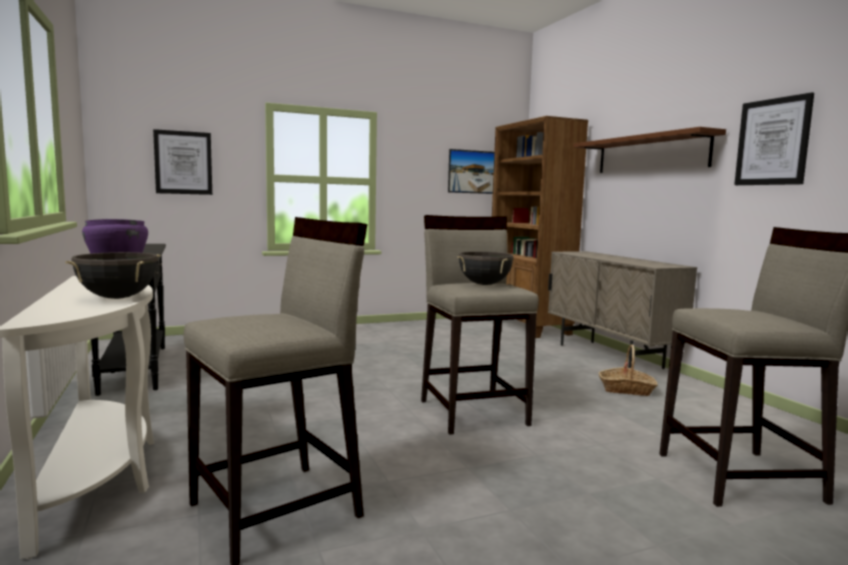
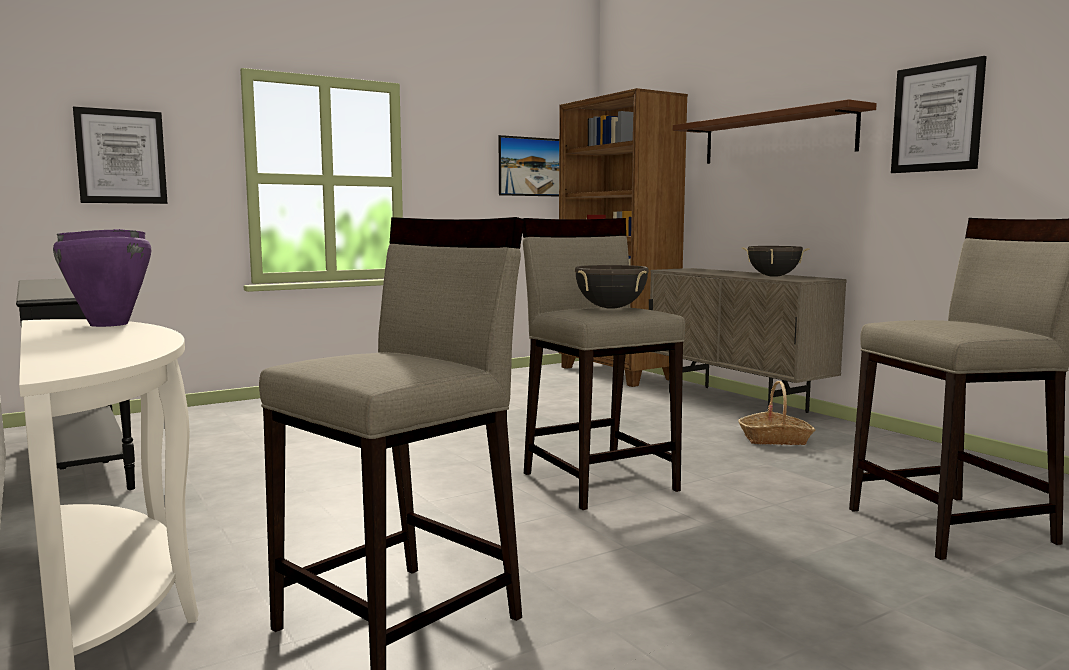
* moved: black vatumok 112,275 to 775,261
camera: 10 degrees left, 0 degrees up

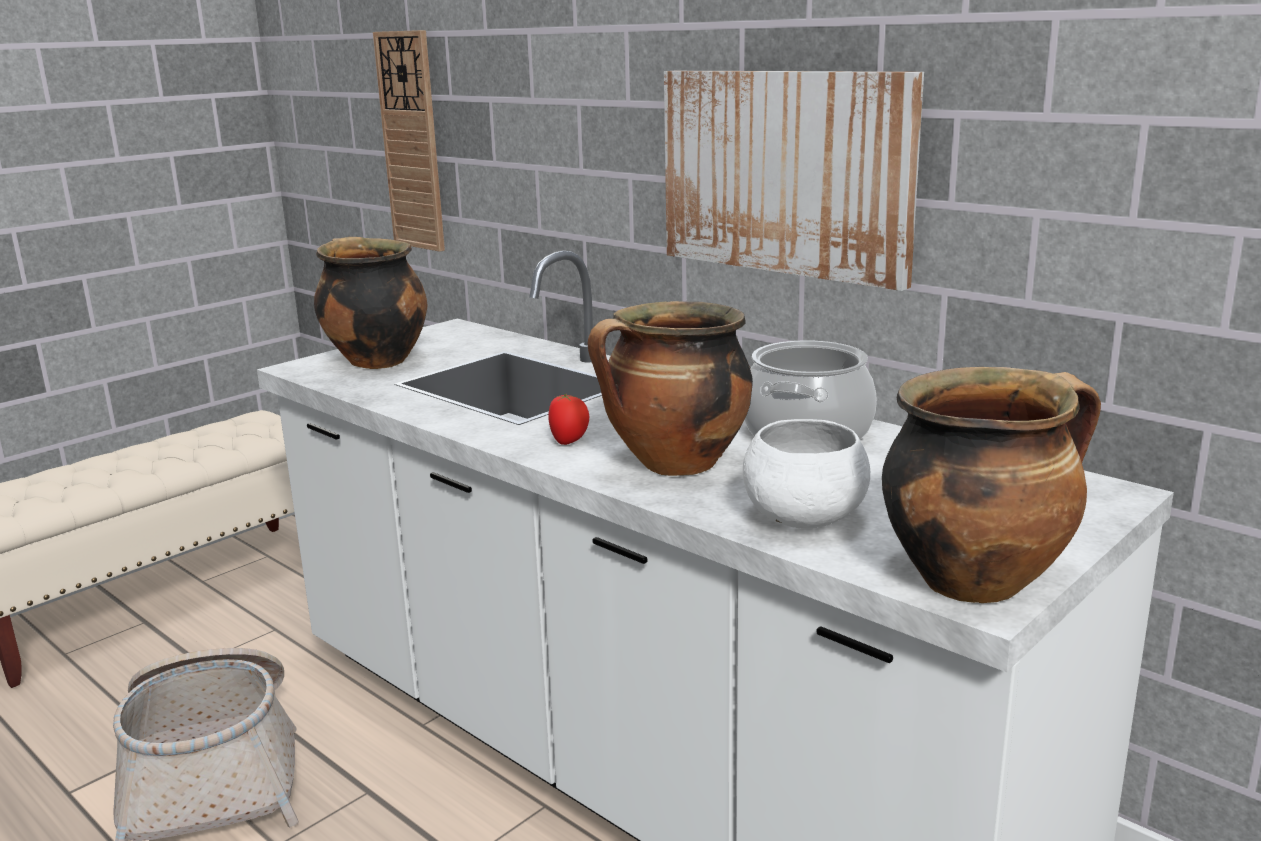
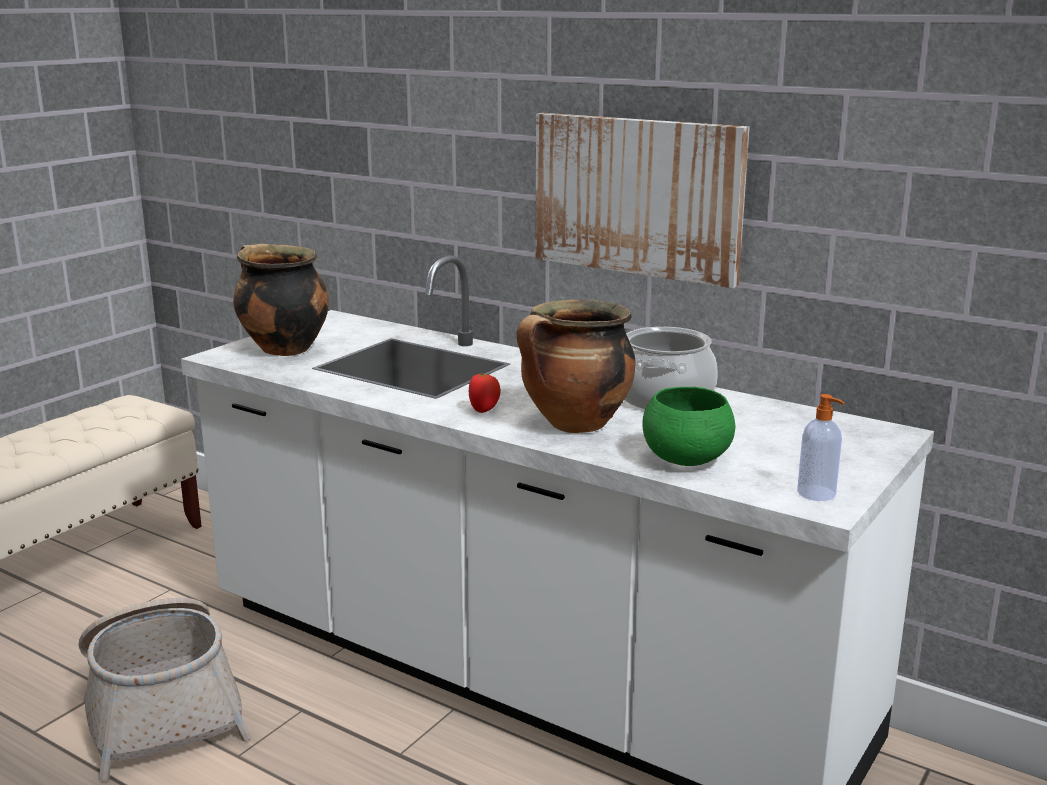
* recoloured: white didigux 806,474 to green didigux 688,426
* replaced: vatumok 991,485 to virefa 821,447
* removed: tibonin 409,141
camera: 10 degrees left, 0 degrees up

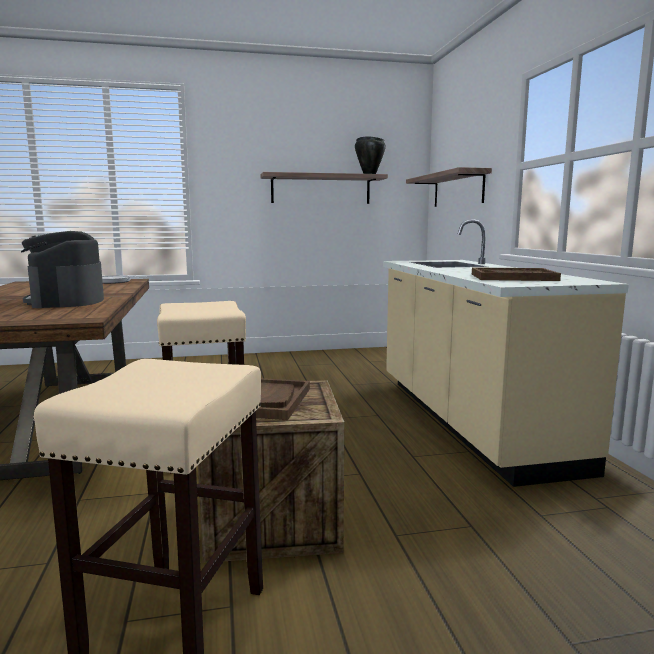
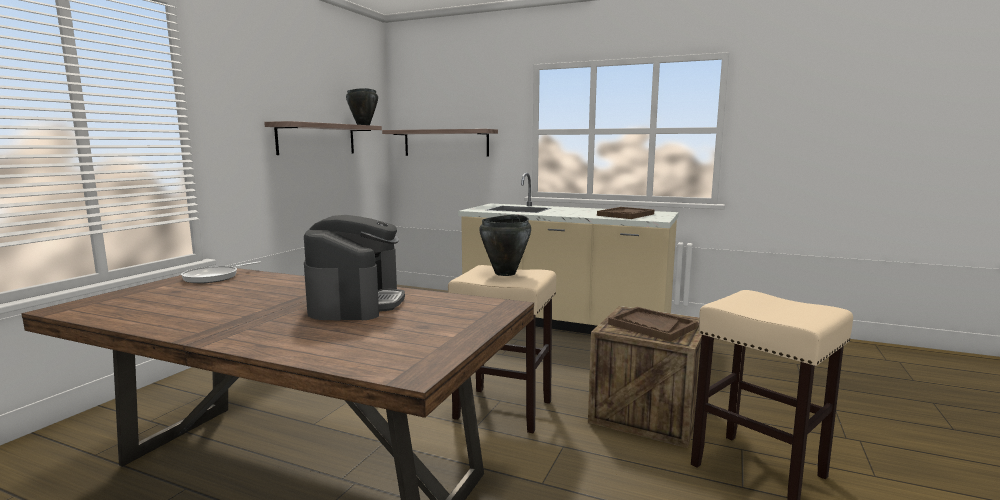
* turned: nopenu 62,269 = 354,267 105 degrees counterclockwise
* added: black vatumok 505,245
camera: 55 degrees left, 0 degrees up

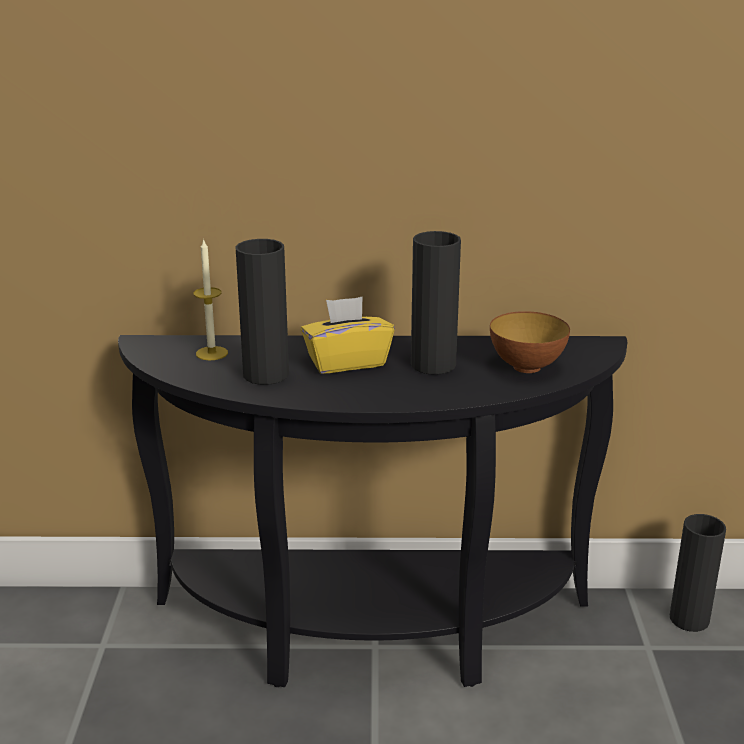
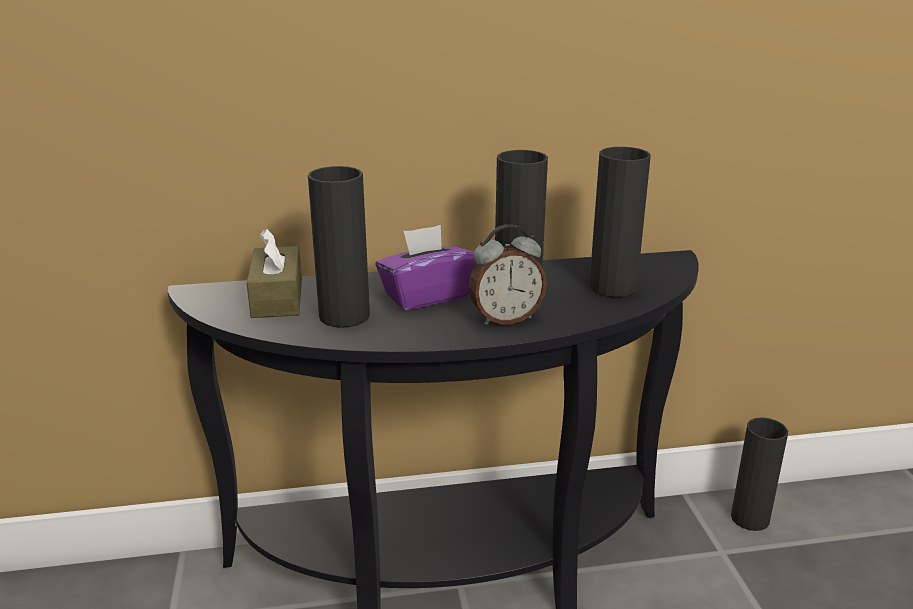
* replaced: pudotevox 211,299 to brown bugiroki 274,273
* recoloured: yellow bugiroki 348,335 to purple bugiroki 425,267
* added: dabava 508,274
* replaced: didigux 530,342 to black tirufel 620,222
camera: 10 degrees left, 0 degrees up

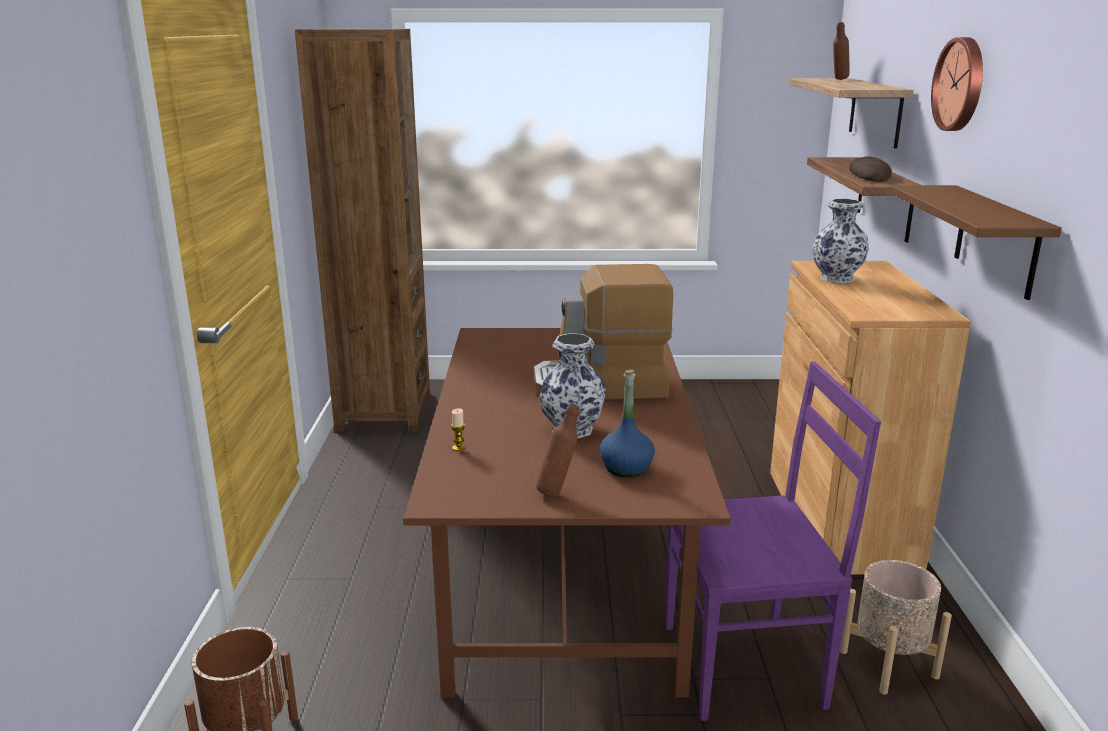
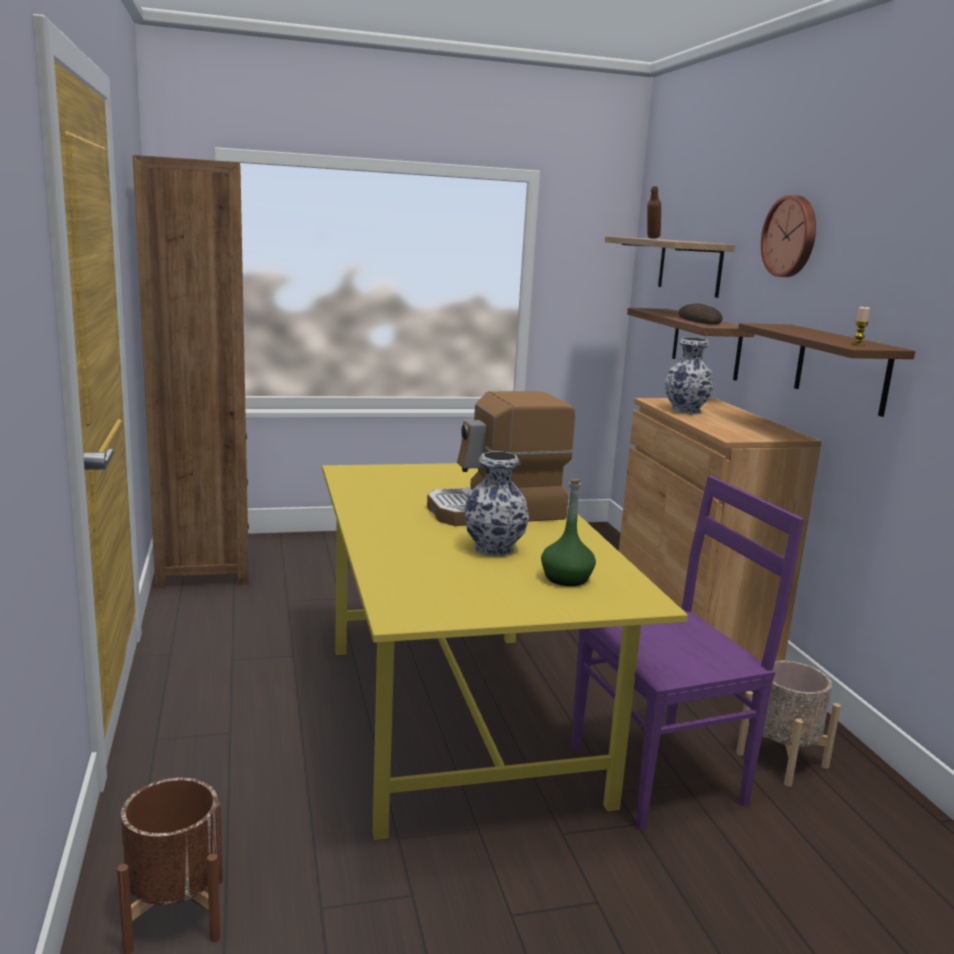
* recoloured: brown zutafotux 567,513 to yellow zutafotux 505,651
* recoloured: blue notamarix 627,423 to green notamarix 568,532
* moved: pudotevox 458,429 to 861,326
* removed: brown notamarix 558,450
camera: 15 degrees left, 5 degrees down

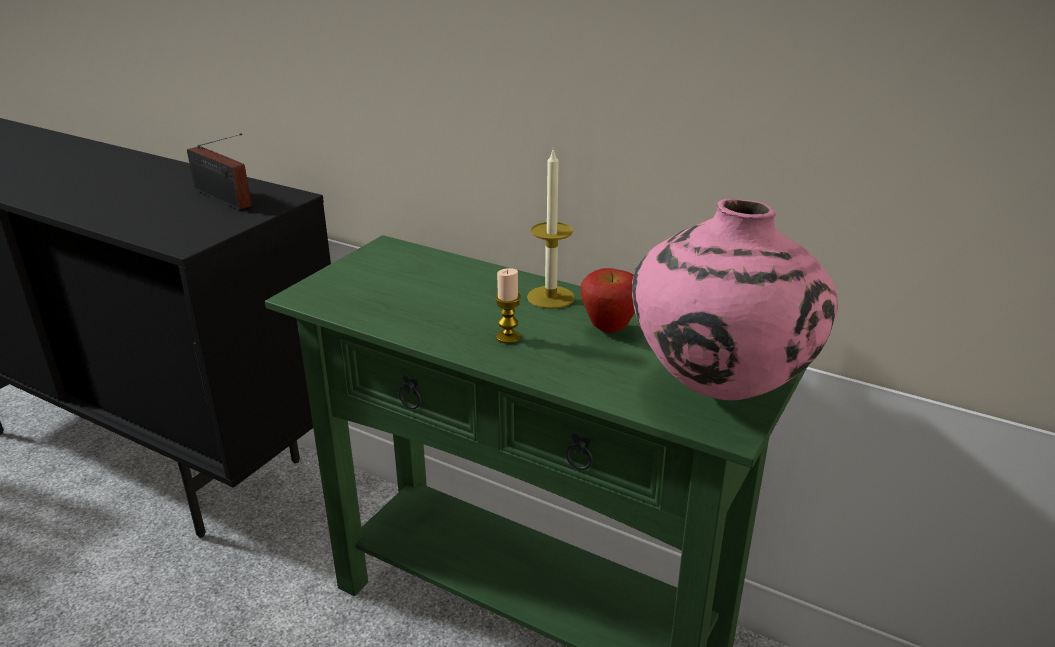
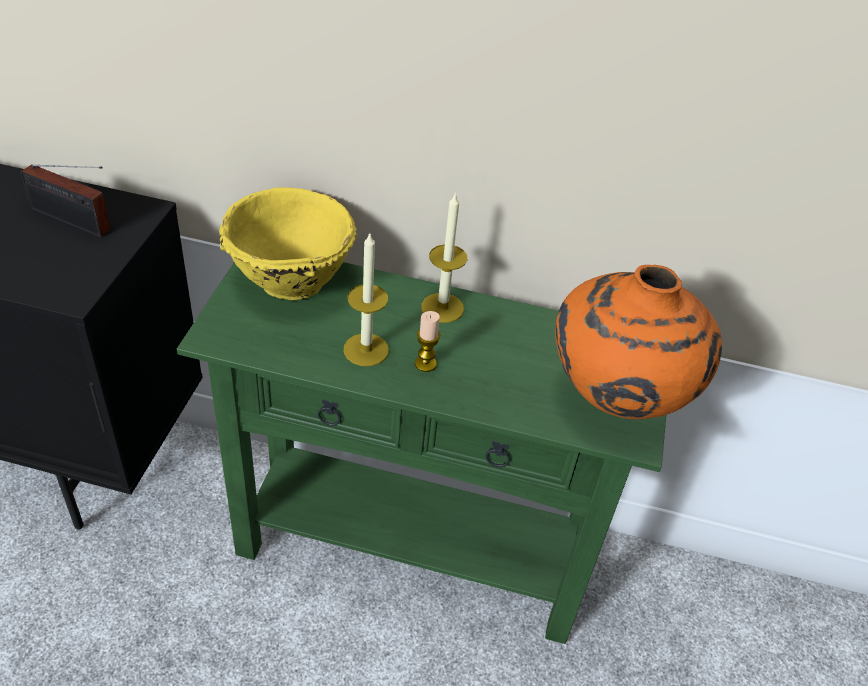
* added: yellow didigux 288,243
* added: pudotevox 366,300
* recoloured: pink tirufel 735,300 to orange tirufel 638,342
* removed: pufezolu 608,300
camera: 20 degrees left, 15 degrees up

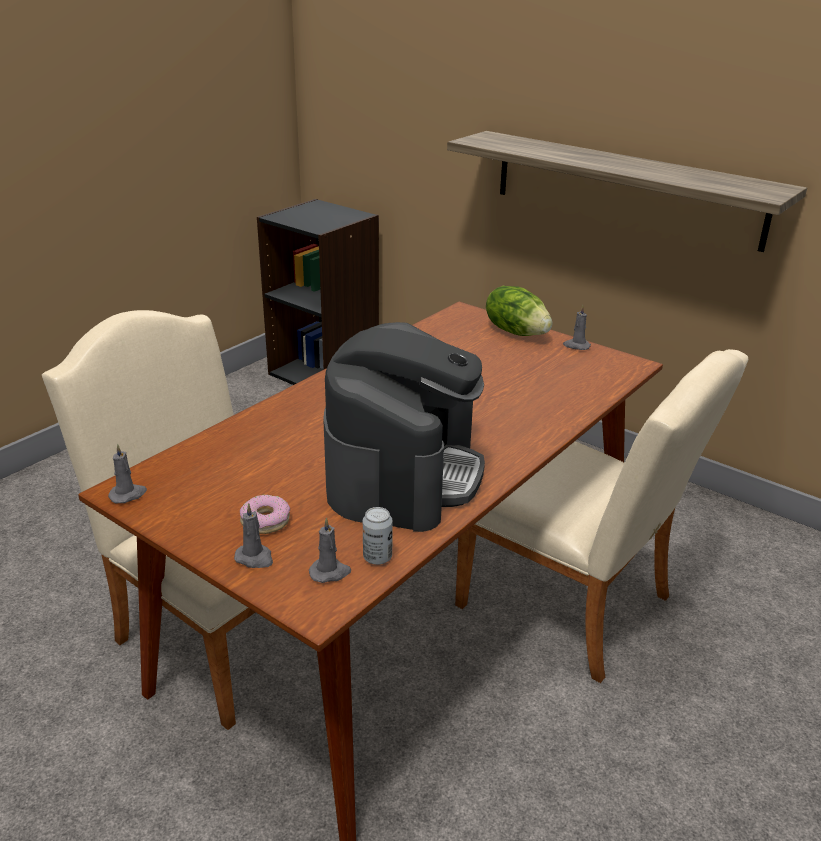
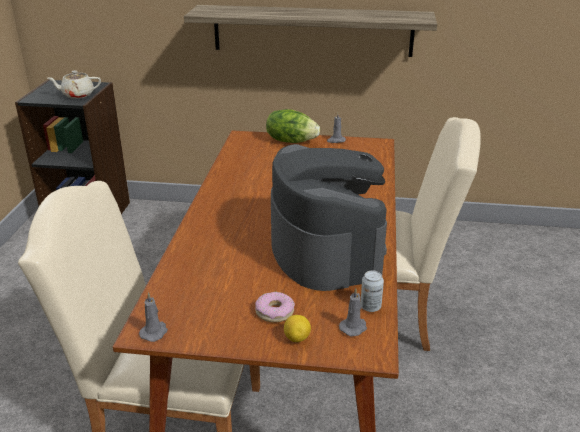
* added: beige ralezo 74,84
* replaced: grey pudotevox 253,535 to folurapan 297,328
camera: 30 degrees left, 0 degrees up

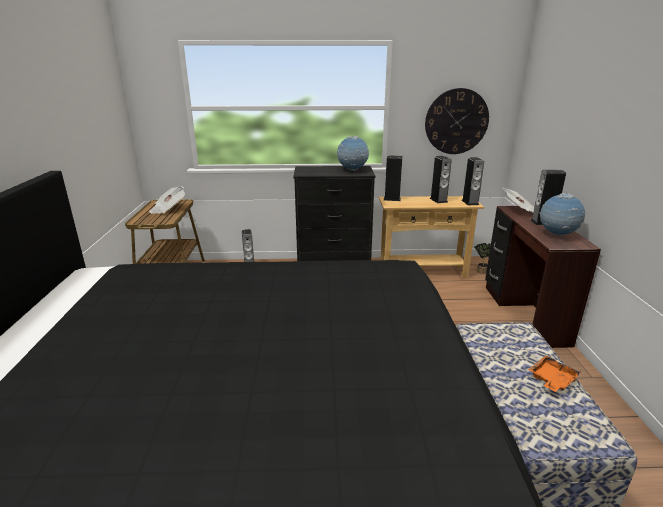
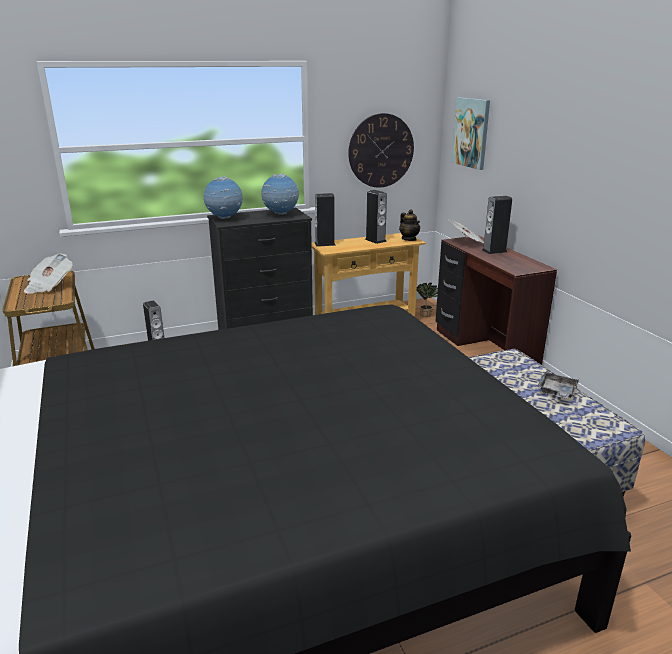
* moved: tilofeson 562,214 to 223,197
* replaced: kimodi 473,181 to ralezo 409,225
* added: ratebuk 470,133
* recoloured: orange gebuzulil 554,374 to grey gebuzulil 558,385
camera: 20 degrees left, 0 degrees up

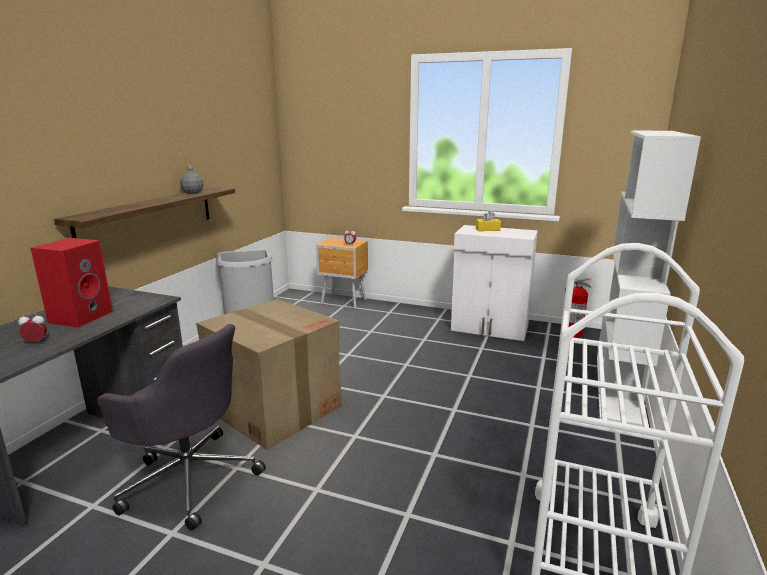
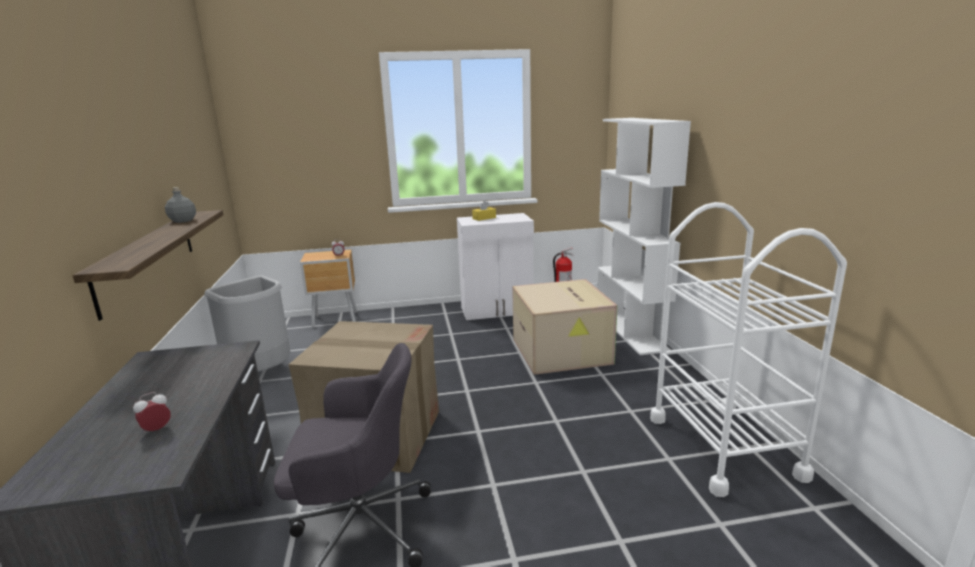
* added: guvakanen 565,327
* removed: red kimodi 72,283
camera: 30 degrees left, 0 degrees up

